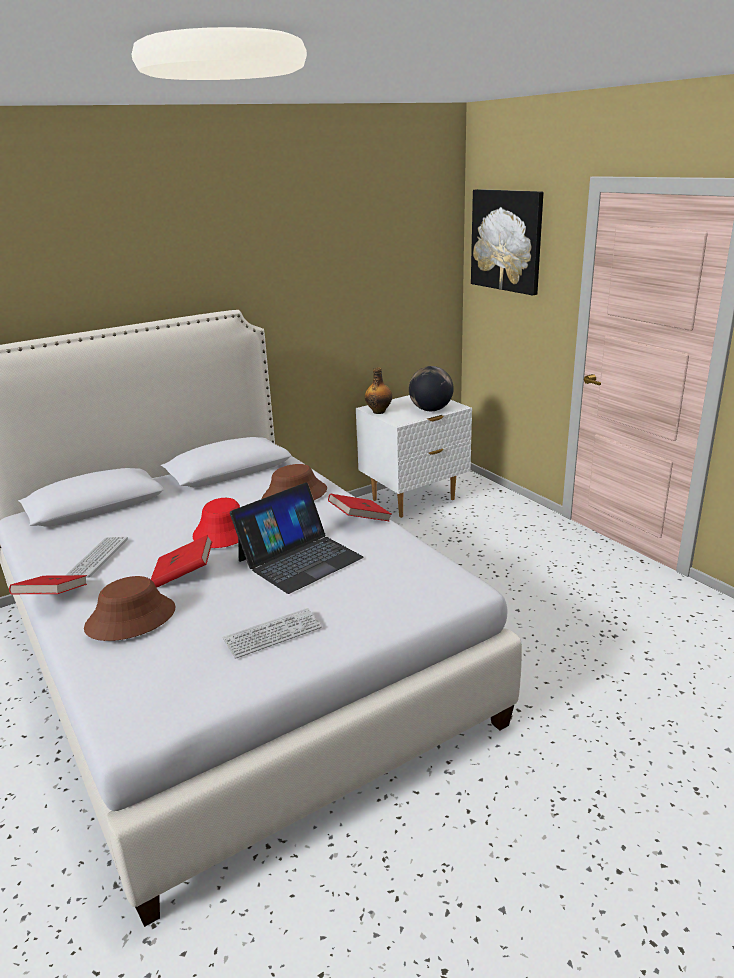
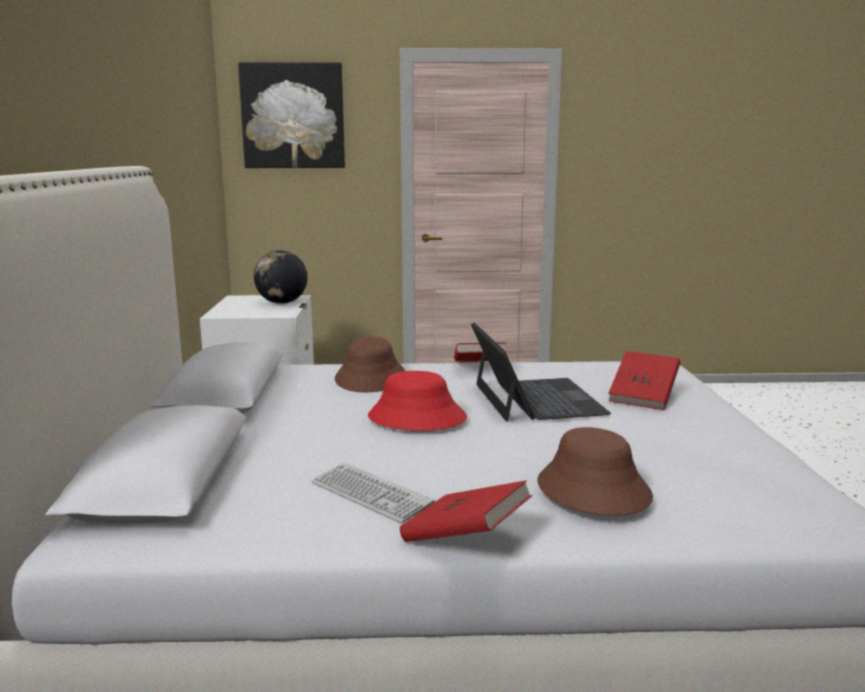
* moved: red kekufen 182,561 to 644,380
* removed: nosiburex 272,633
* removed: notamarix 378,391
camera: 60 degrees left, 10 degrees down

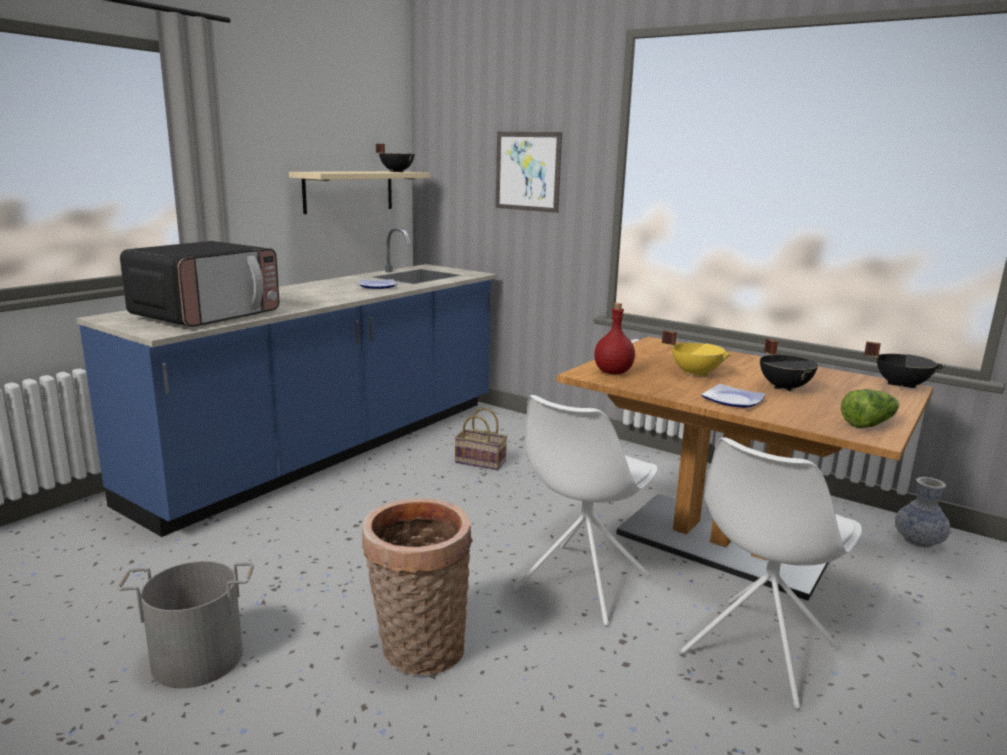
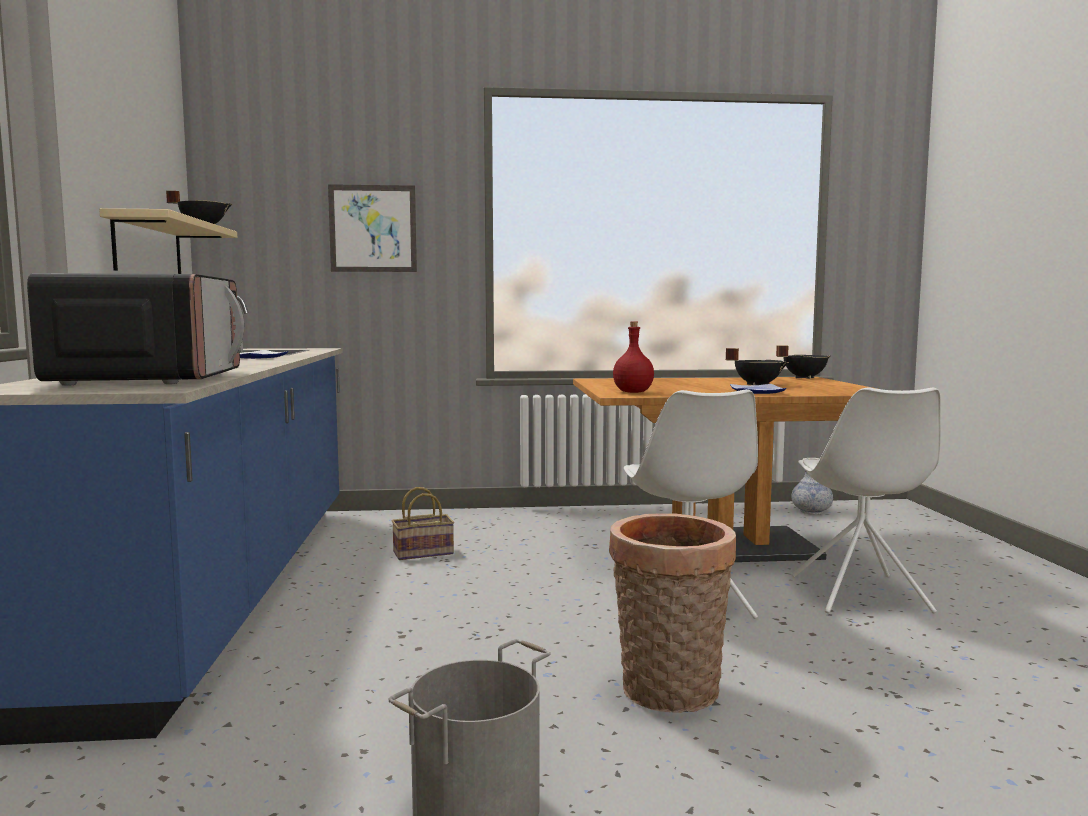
* removed: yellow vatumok 696,353
* removed: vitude 870,408
camera: 40 degrees left, 10 degrees down

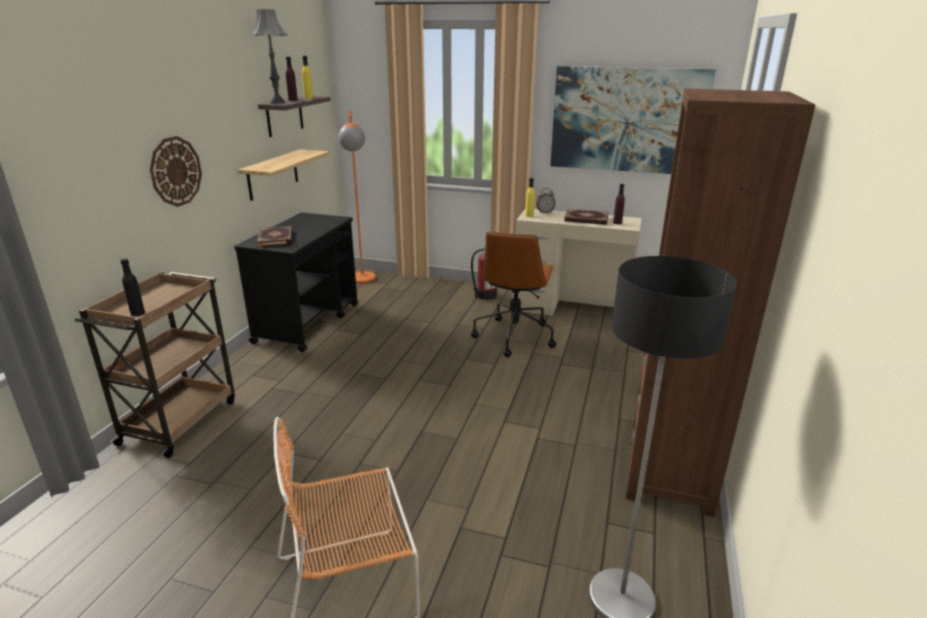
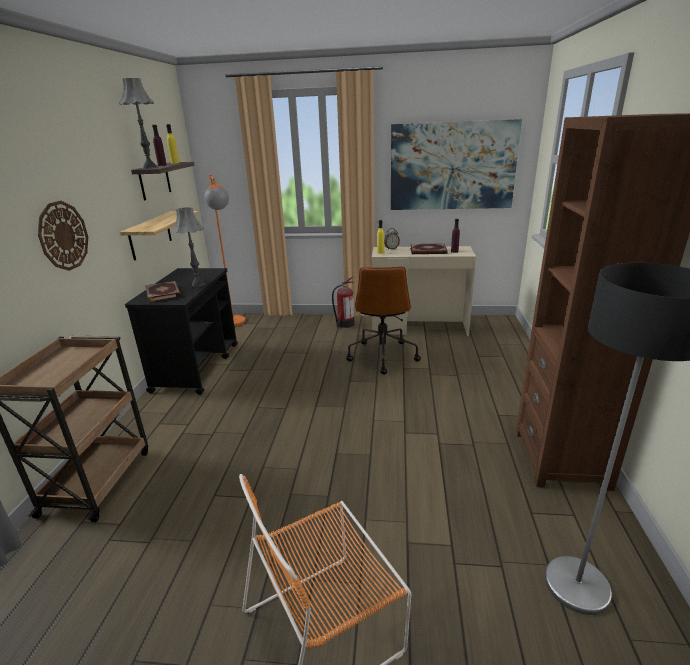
* added: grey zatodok 188,247
* removed: black notamarix 132,287
camera: 10 degrees left, 0 degrees up

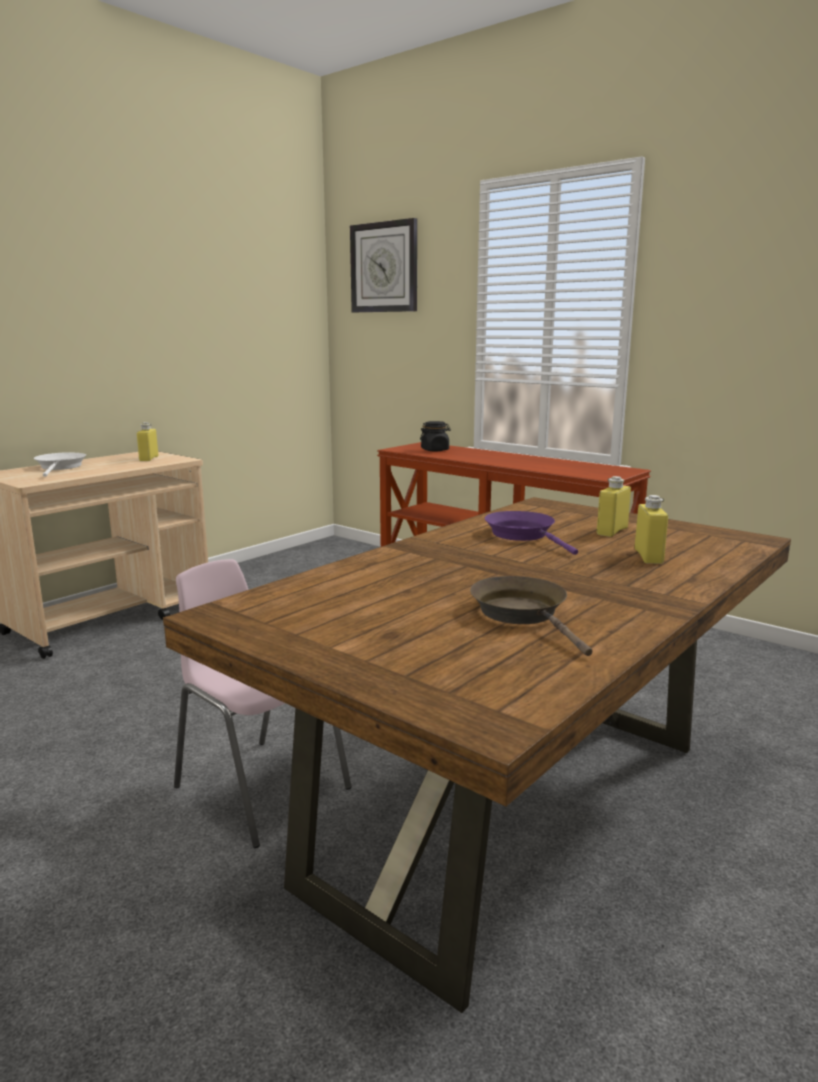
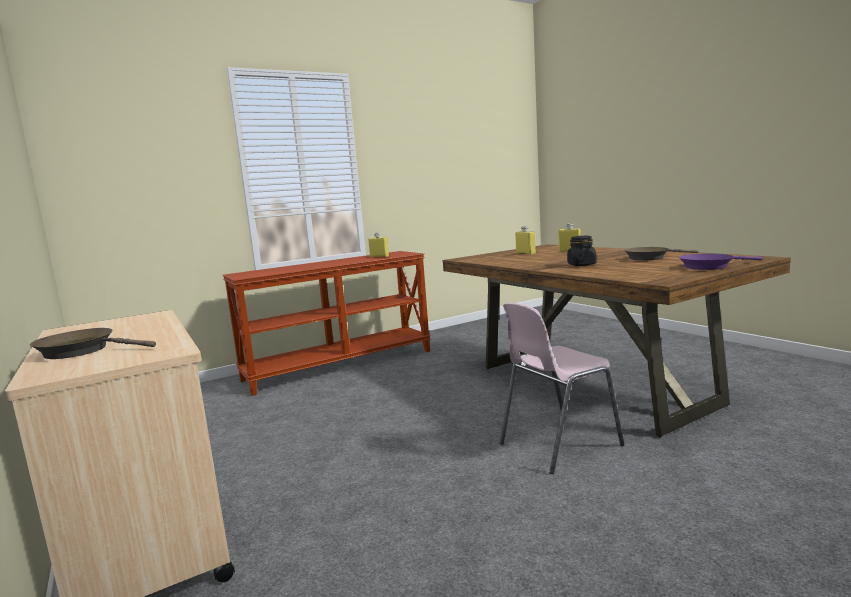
* recoloured: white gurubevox 60,464 to brown gurubevox 93,343
* moved: yellow notamarix 148,441 to 378,245
* moved: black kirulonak 435,436 to 582,251
* moved: purple gurubevox 531,533 to 721,262
* removed: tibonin 383,265
camera: 70 degrees left, 5 degrees down

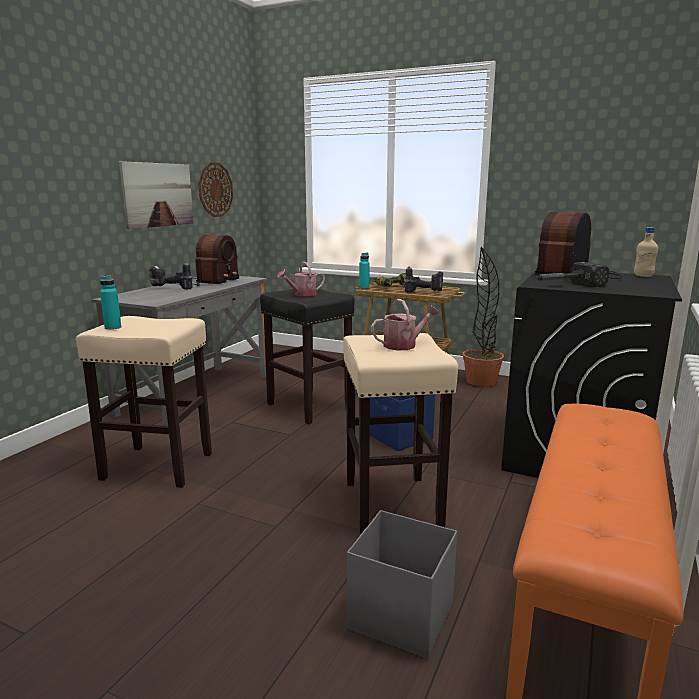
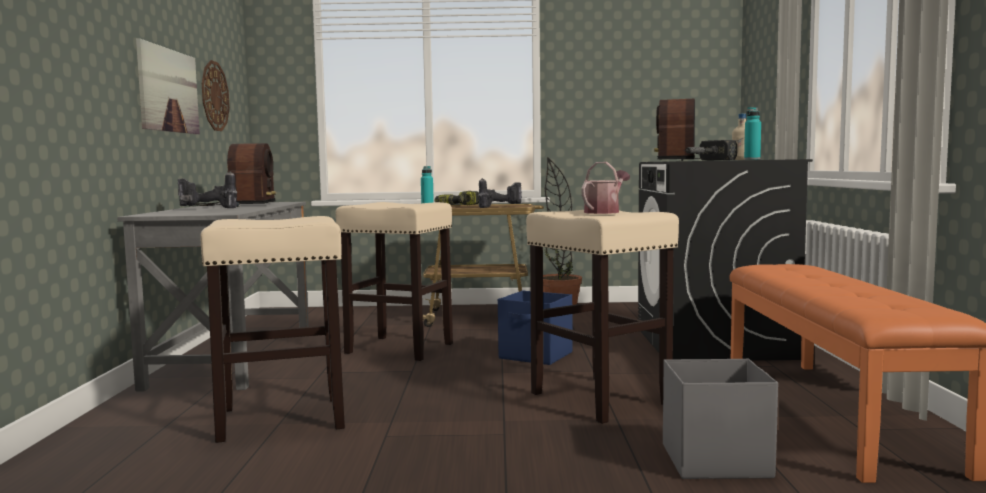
* recoloured: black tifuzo 307,356 to beige tifuzo 394,281
* moved: turquoise notamarix 110,302 to 752,133
* removed: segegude 301,279
camera: 25 degrees left, 10 degrees down

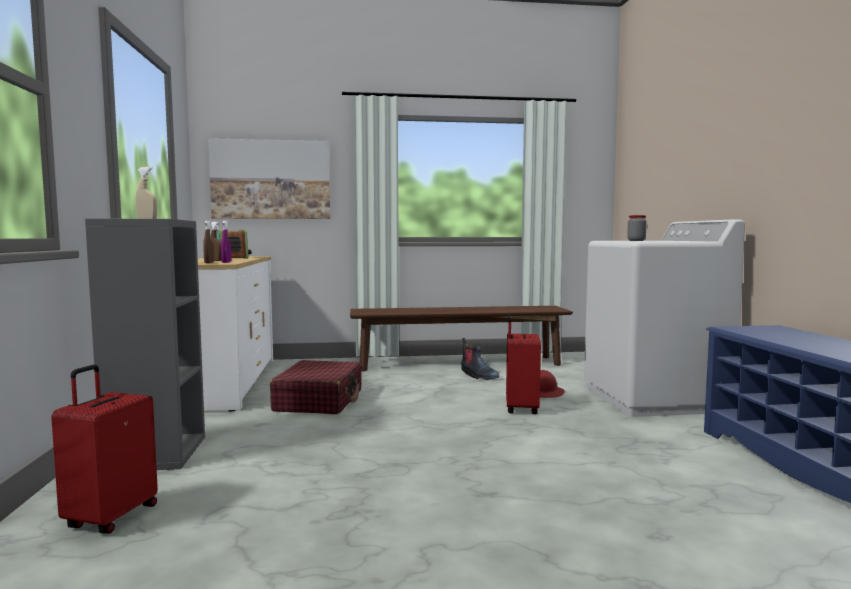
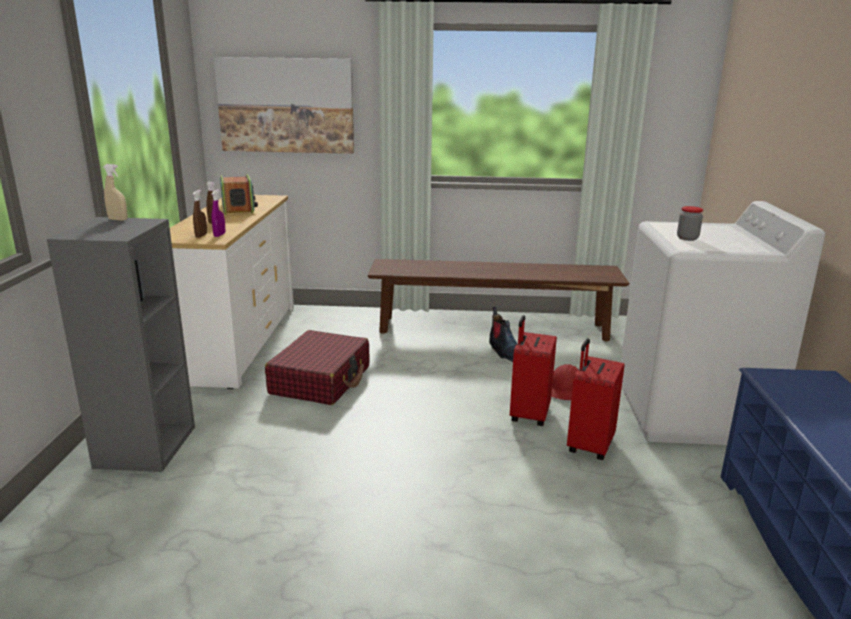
* moved: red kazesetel 104,449 to 596,399
camera: 10 degrees right, 15 degrees up

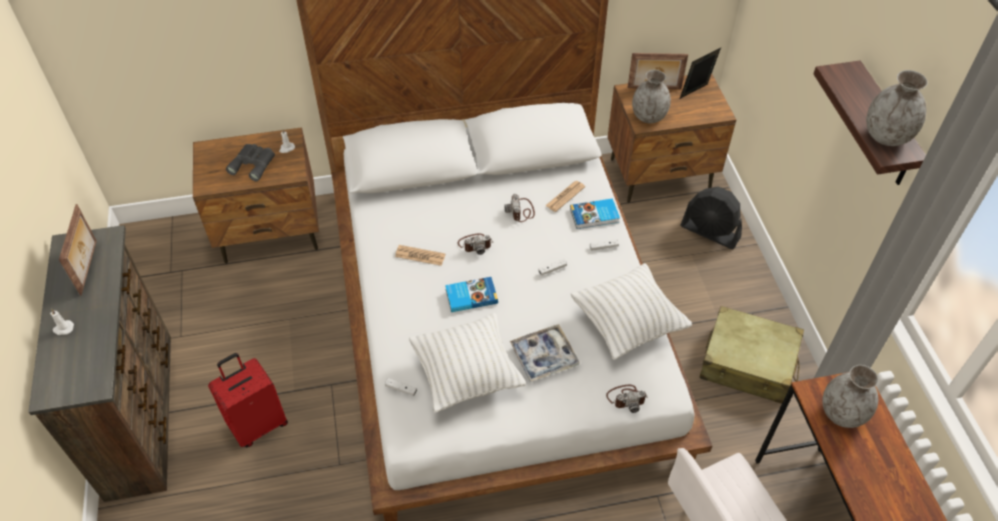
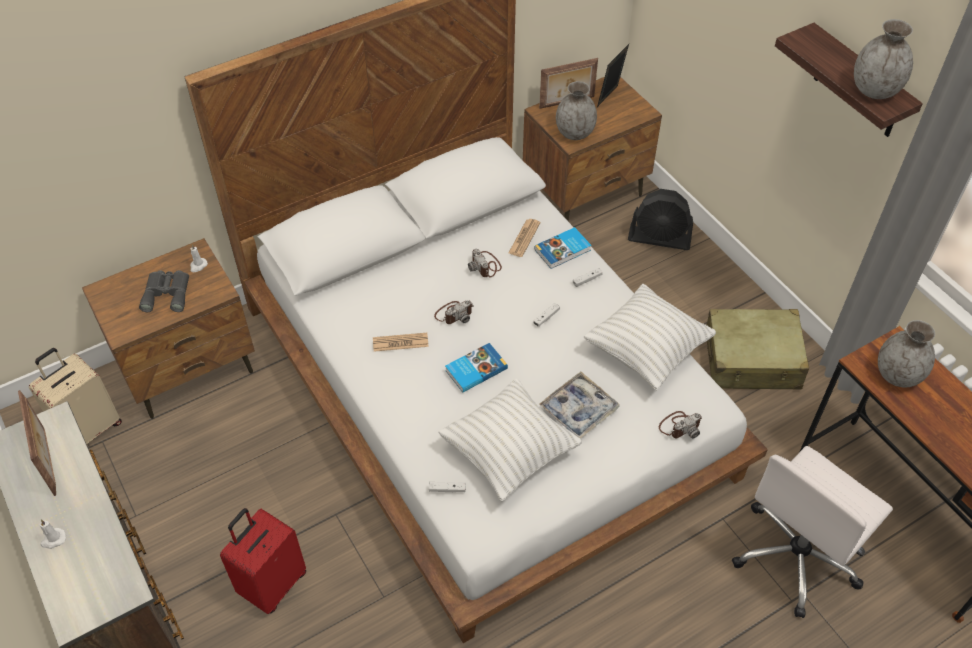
* added: beige kazesetel 75,396
camera: 20 degrees left, 0 degrees up

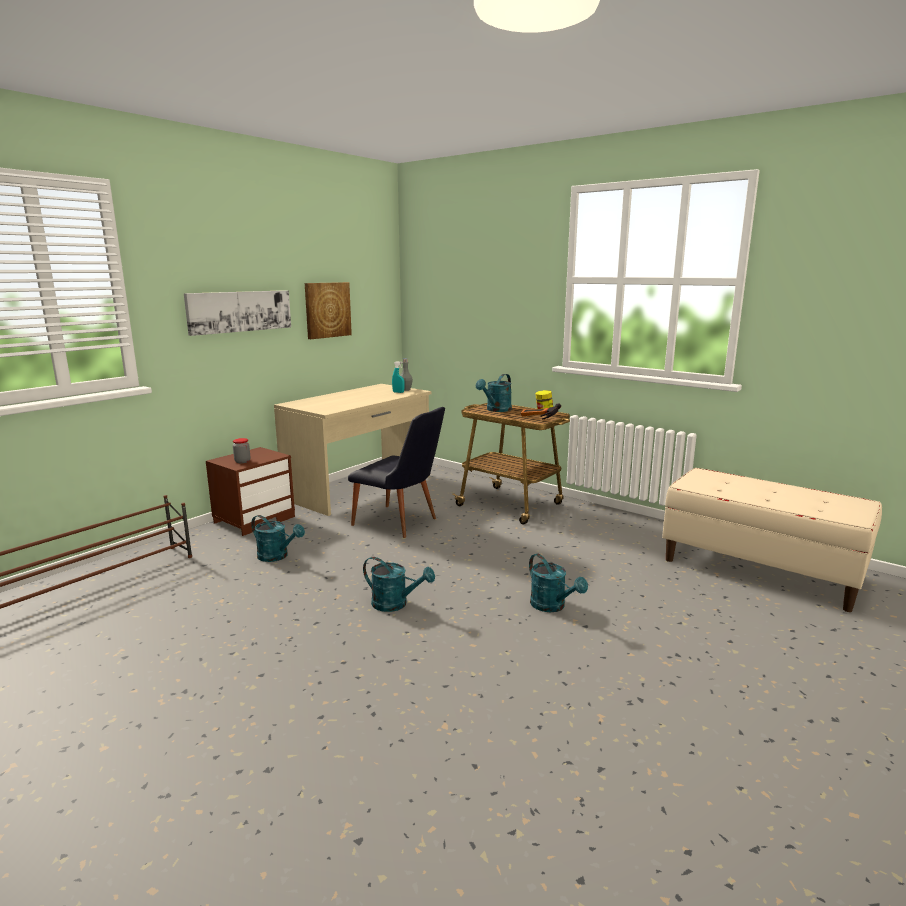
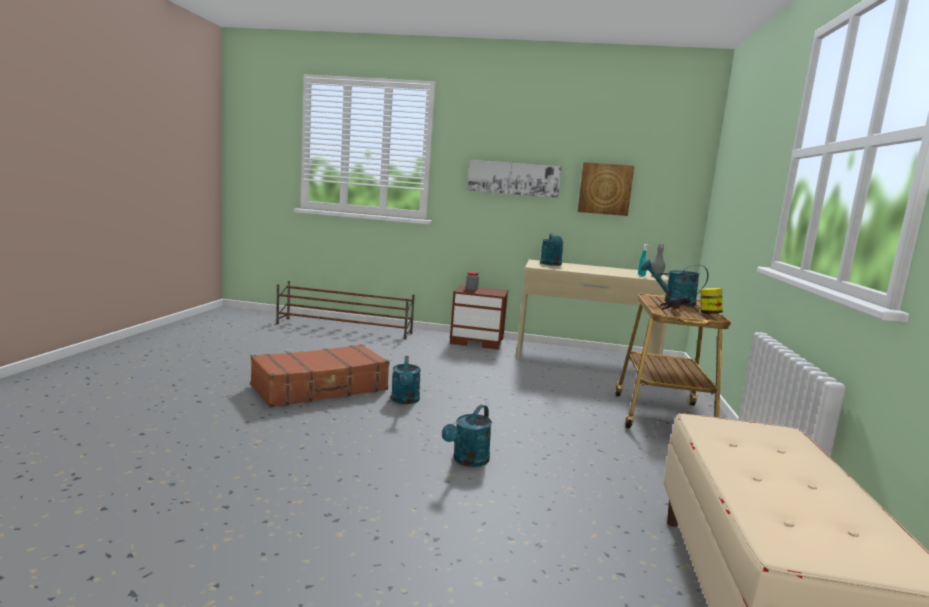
* added: brown kazesetel 320,376
* moved: turquoise segegude 278,538 to 551,249
* removed: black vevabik 396,472
camera: 60 degrees right, 5 degrees down

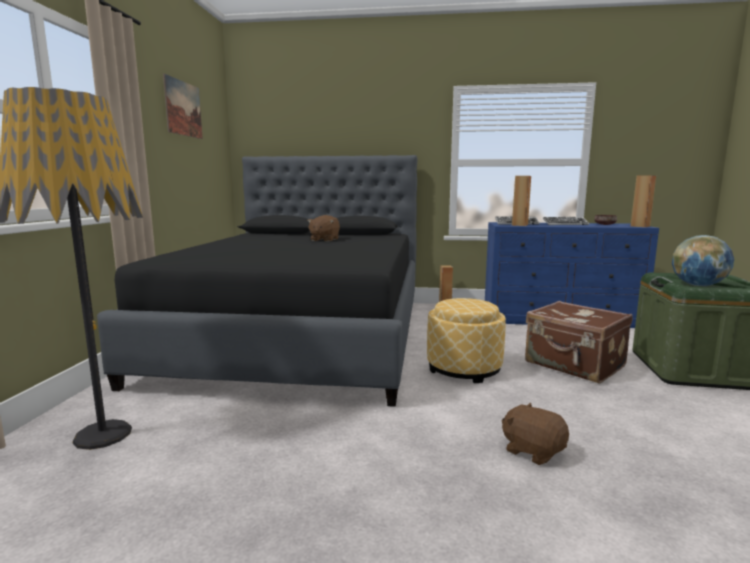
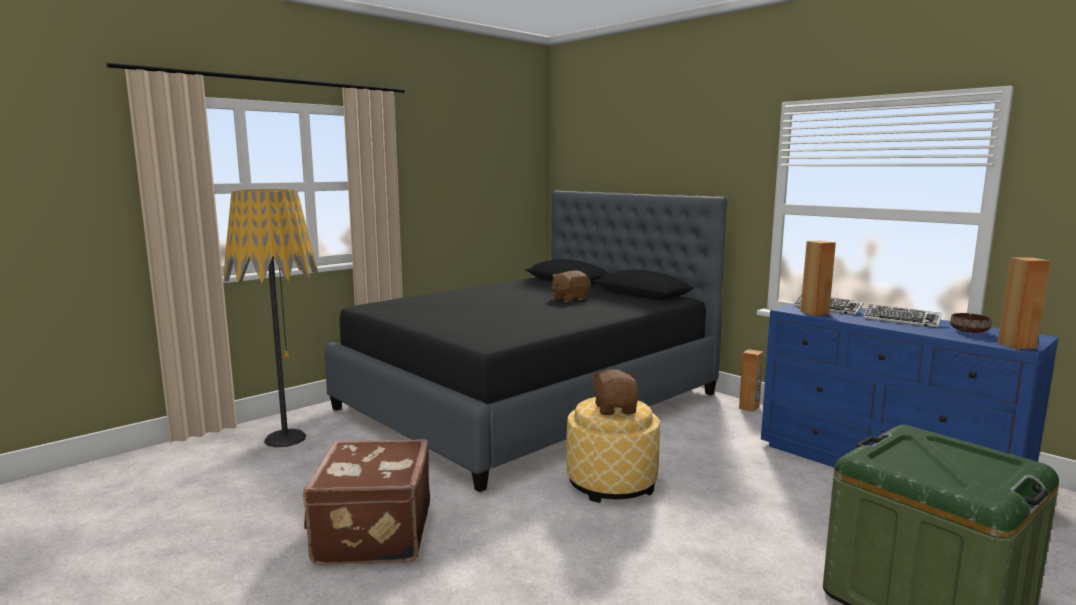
* moved: brown kazesetel 579,342 to 366,502
* moved: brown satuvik 535,433 to 615,392
* removed: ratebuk 183,106
* removed: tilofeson 703,260
camera: 40 degrees right, 0 degrees up

